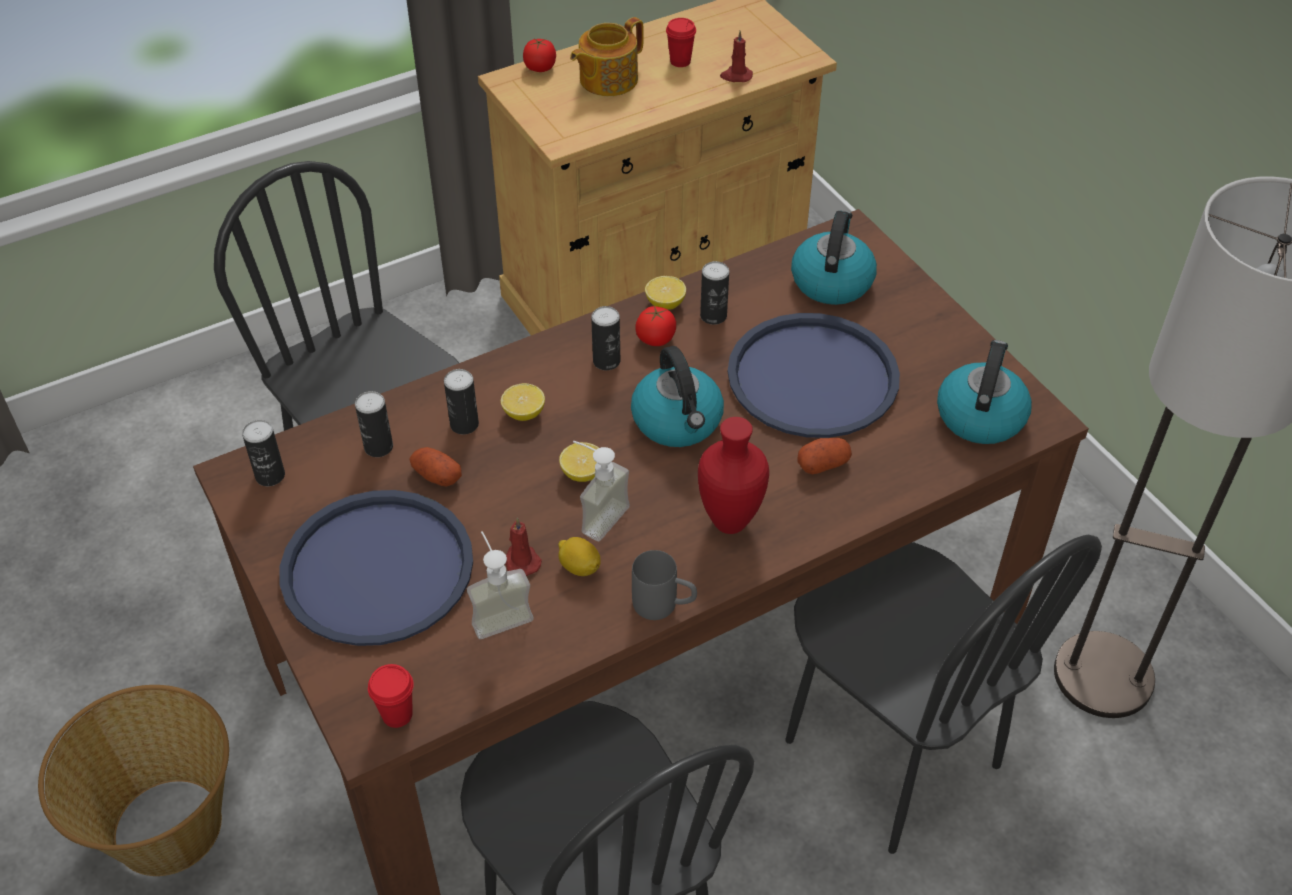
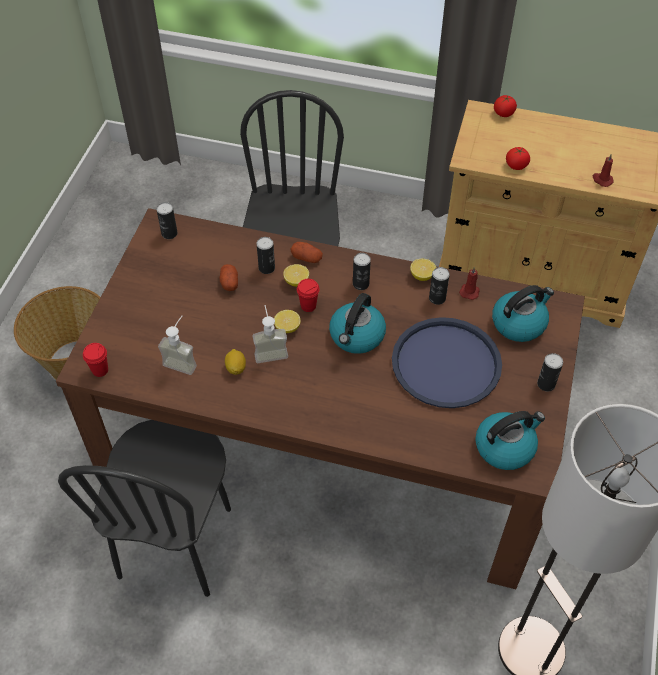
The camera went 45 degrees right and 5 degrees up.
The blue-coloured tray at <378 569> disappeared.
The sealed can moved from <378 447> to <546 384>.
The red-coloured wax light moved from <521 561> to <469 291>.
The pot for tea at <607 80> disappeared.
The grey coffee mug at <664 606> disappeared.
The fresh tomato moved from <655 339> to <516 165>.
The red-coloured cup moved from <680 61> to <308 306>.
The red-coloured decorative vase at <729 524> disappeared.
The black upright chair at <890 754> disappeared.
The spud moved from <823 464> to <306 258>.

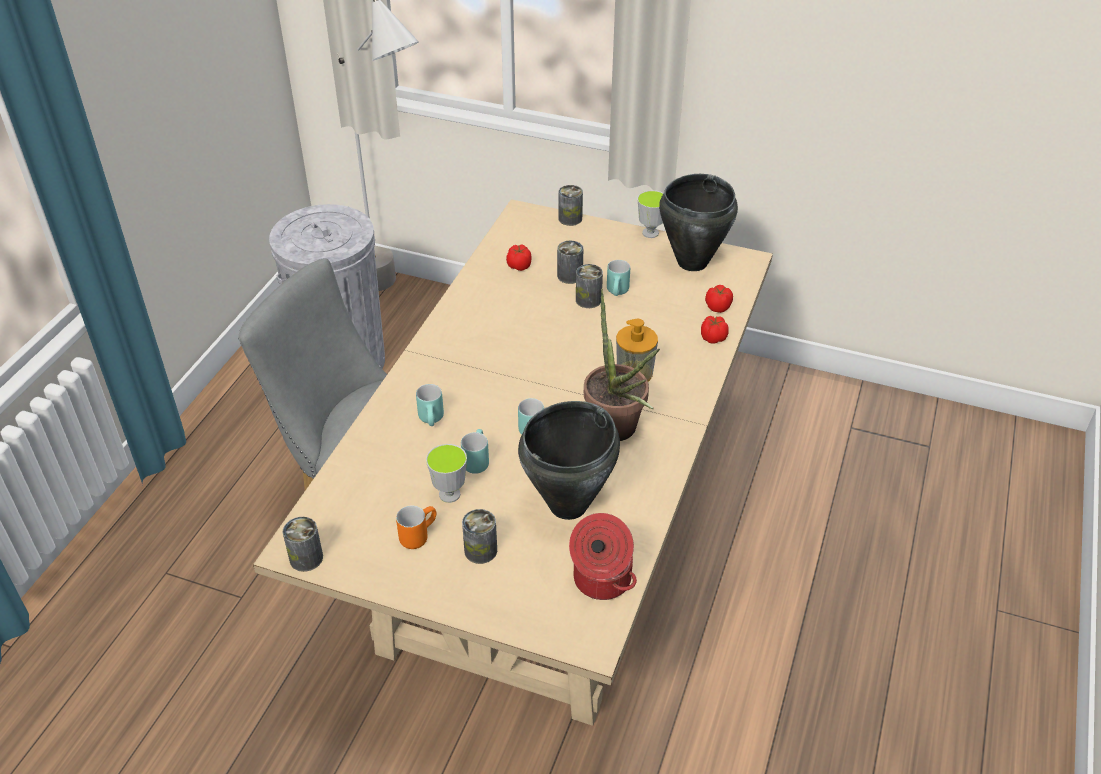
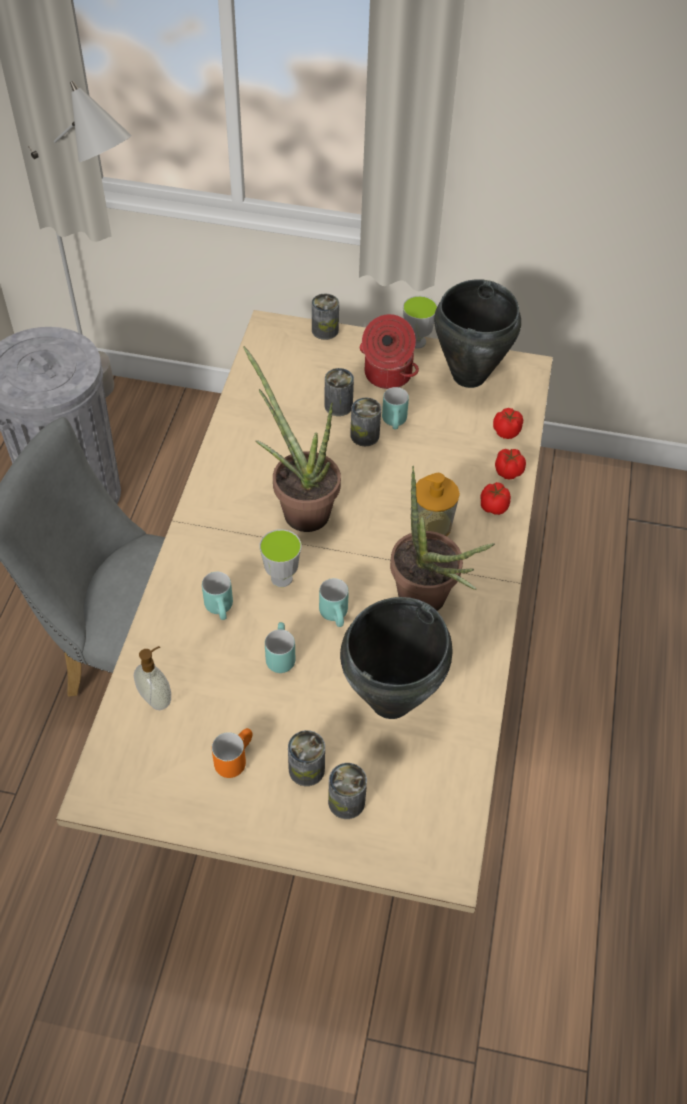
The camera went 10 degrees left and 10 degrees up.
The sealed can moved from <306 558> to <346 801>.
The cup moved from <449 494> to <281 578>.
The fresh tomato moved from <519 266> to <494 506>.
The cooking pot moved from <600 579> to <387 375>.
The soap dispenser at <156 698> appeared.
The potted plant at <299 508> appeared.

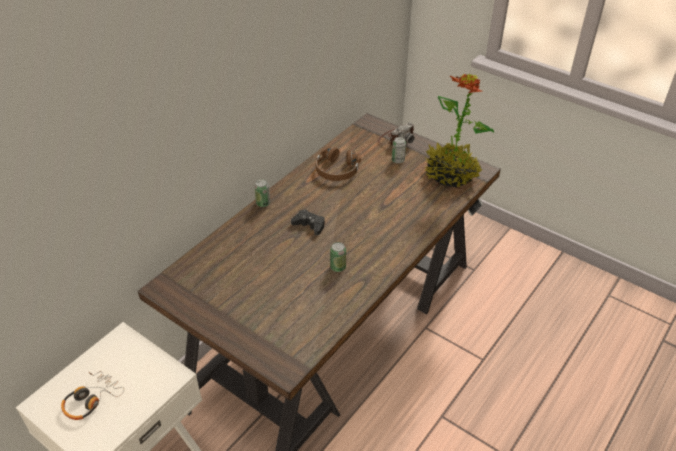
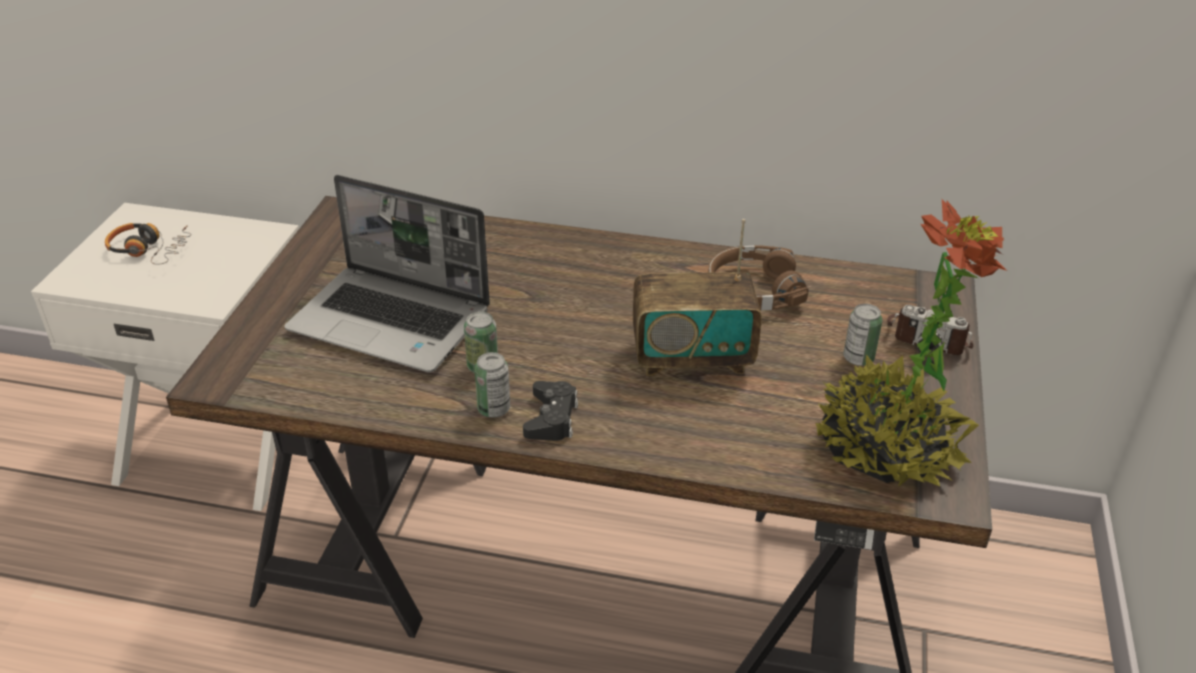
The camera went 65 degrees right and 5 degrees down.
The sealed can moved from <263 203> to <494 409>.
The black game controller moved from <309 225> to <551 418>.
The portable computer at <393 321> appeared.
The radio receiver at <692 357> appeared.

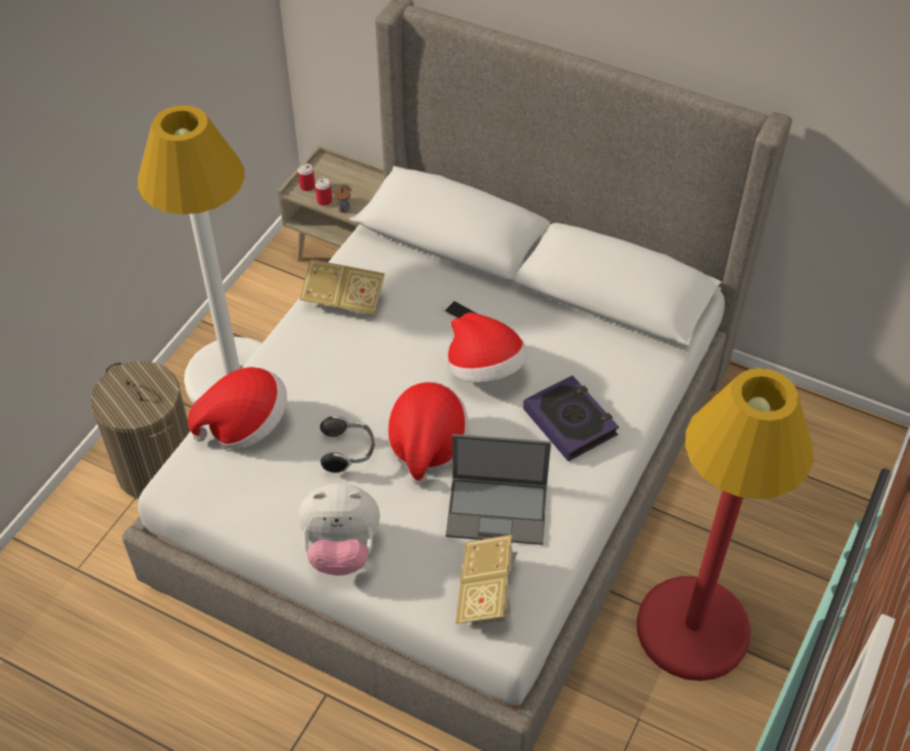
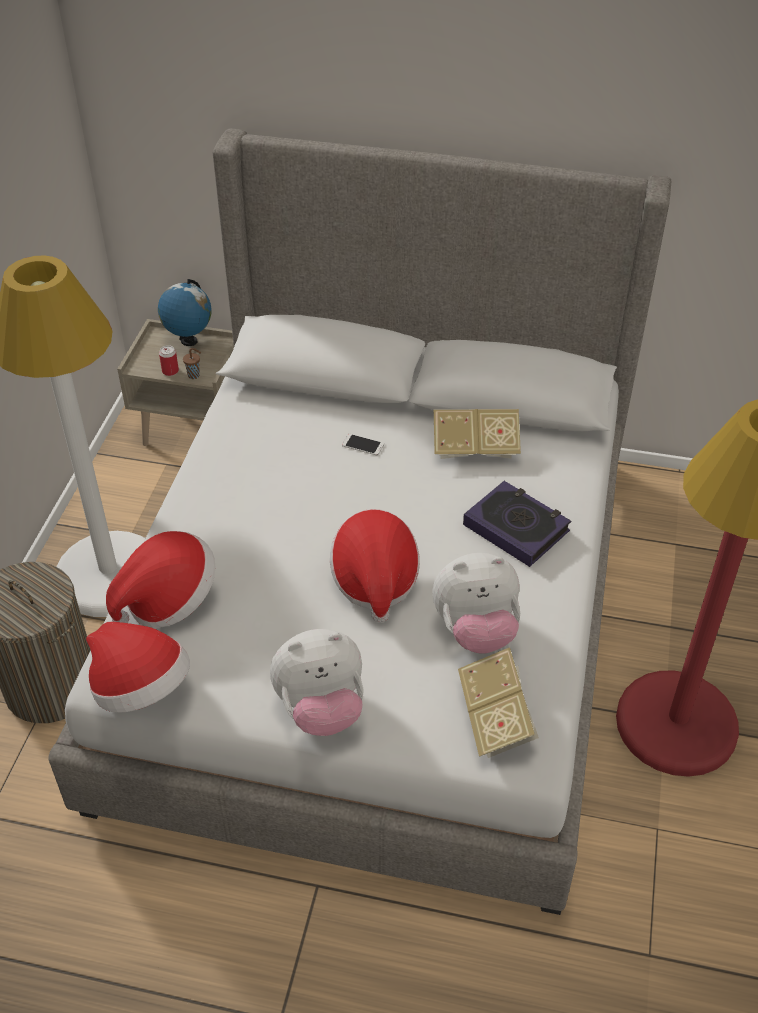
The camera went 15 degrees left and 5 degrees down.
The sealed can at <307 186> disappeared.
The volume moved from <344 300> to <475 448>.
The headset at <348 452> disappeared.
The portable computer at <498 510> was replaced by the cuddly toy at <476 630>.
The wearable hat moved from <485 370> to <141 689>.
The desk globe at <189 341> appeared.

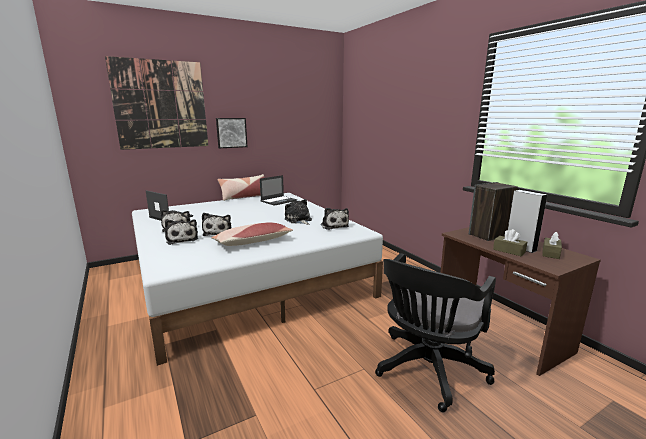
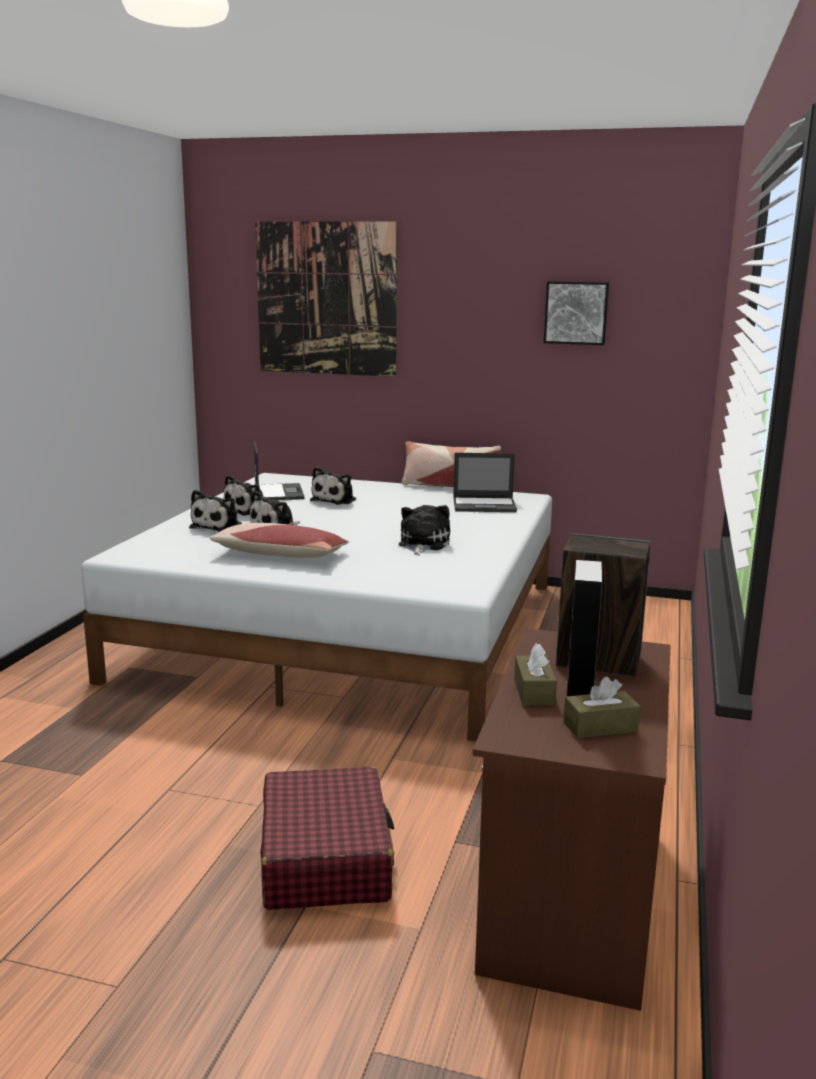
The camera went 45 degrees right and 0 degrees up.
The wall art moved from <231 132> to <576 313>.
The cuddly toy moved from <334 225> to <335 500>.
The black computer chair at <427 371> was replaced by the red-coloured suitcase at <325 857>.

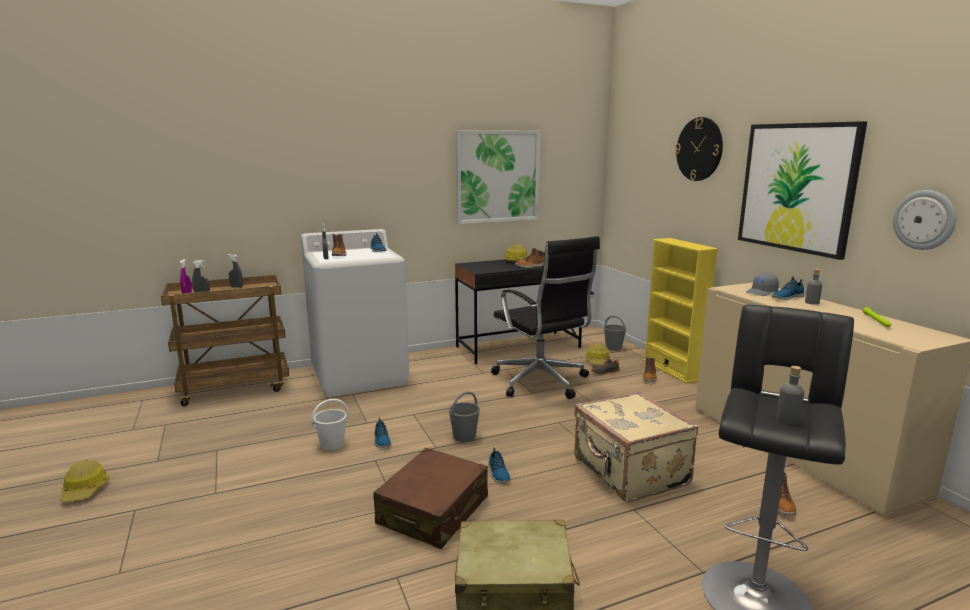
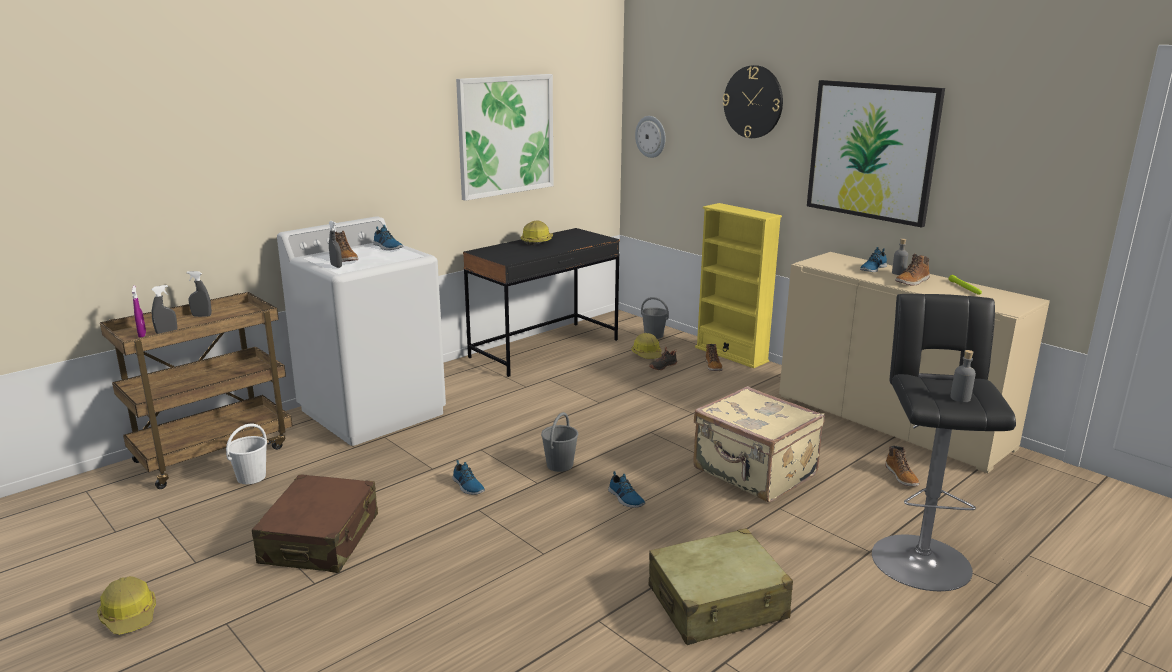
The camera went 20 degrees left and 5 degrees up.
The white bucket moved from <331 444> to <251 477>.
The brownish suitcase moved from <433 511> to <320 539>.
The black computer chair at <541 382> disappeared.
The high-top boot moved from <530 266> to <912 282>.
The grey baseball cap at <761 292> disappeared.
The wall clock moved from <924 220> to <651 136>.

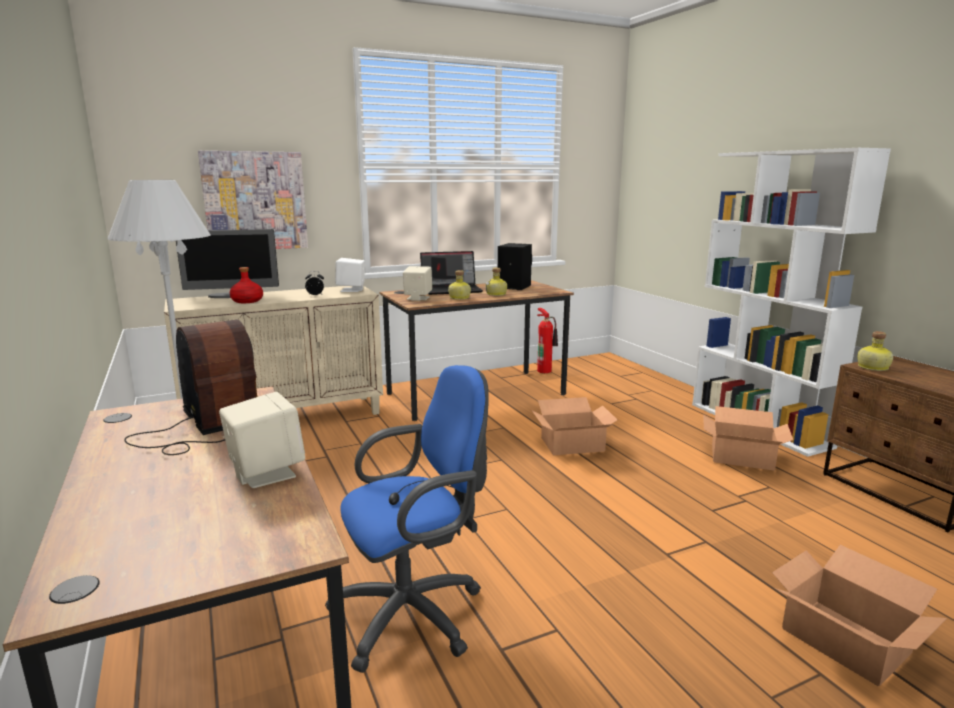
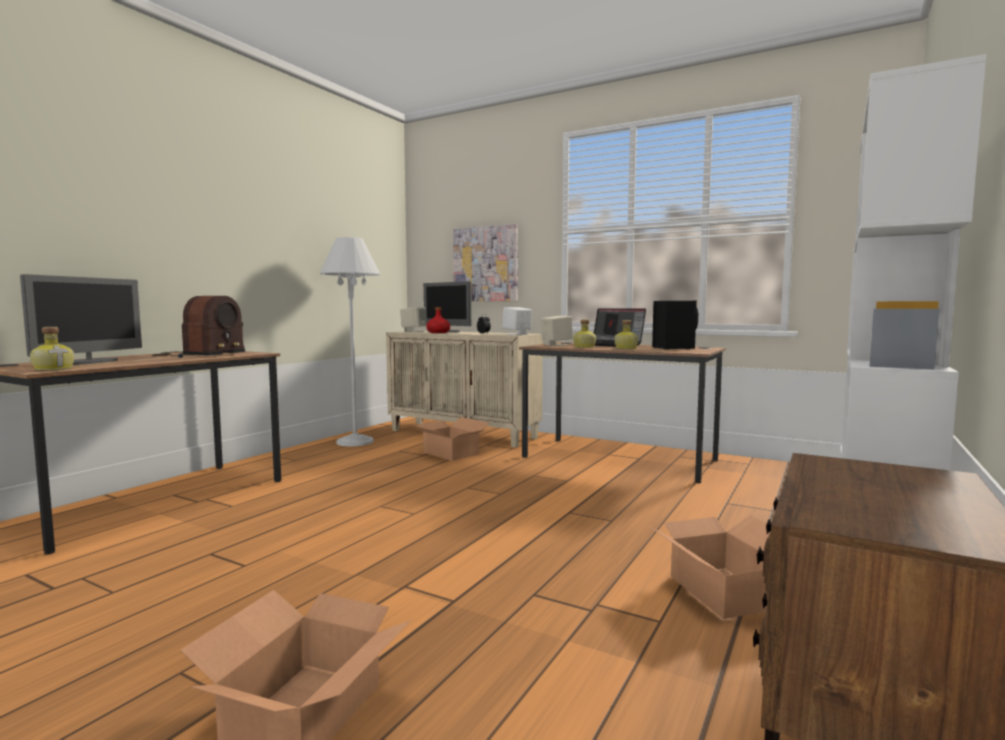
The camera went 55 degrees right and 10 degrees down.
The beige speaker moved from <265 473> to <413 331>.
The blue-coloured computer chair at <415 613> disappeared.
The cardboard box moved from <573 444> to <451 453>.
The extinguisher at <545 370> disappeared.
The beverage bottle moved from <871 367> to <54 369>.
The computer screen at <90 362> appeared.

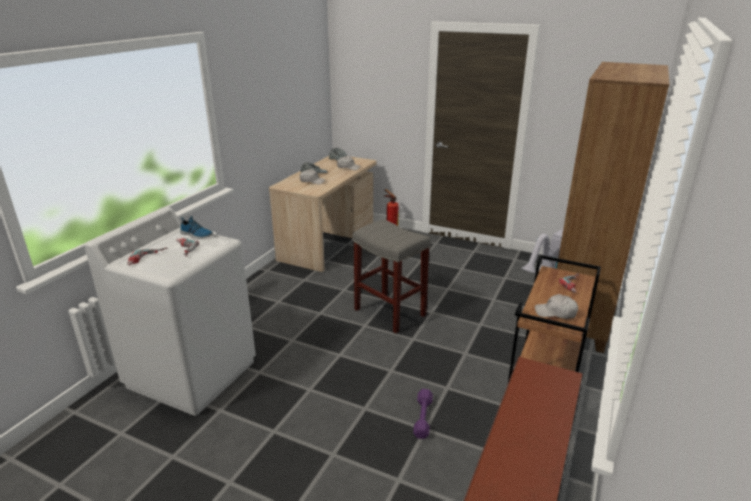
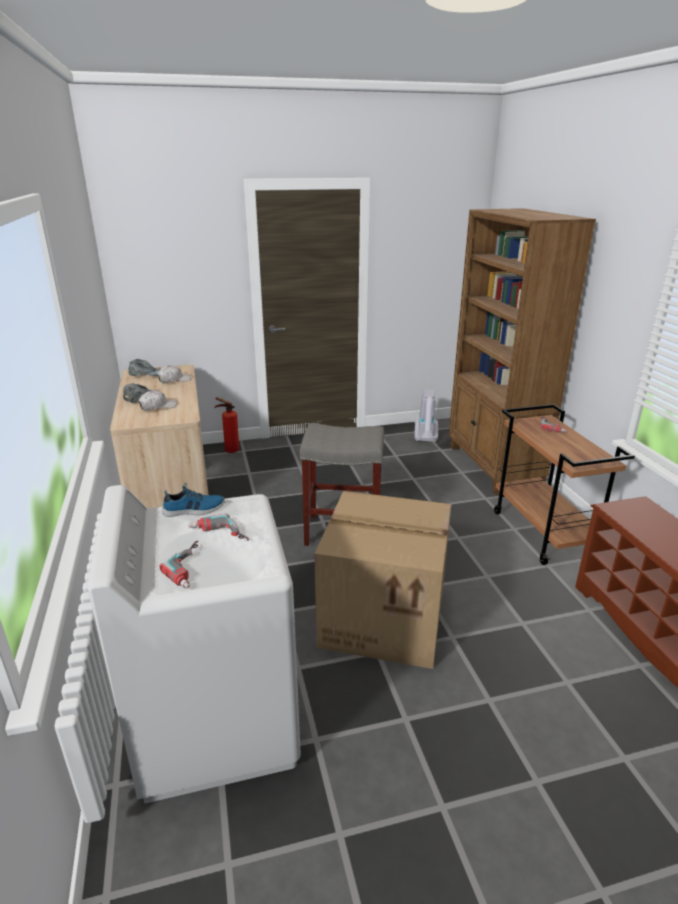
The camera went 40 degrees left and 0 degrees up.
The purple hand weight at <423 417> disappeared.
The white baseball cap at <555 313> disappeared.
The cardboard box at <385 616> appeared.

